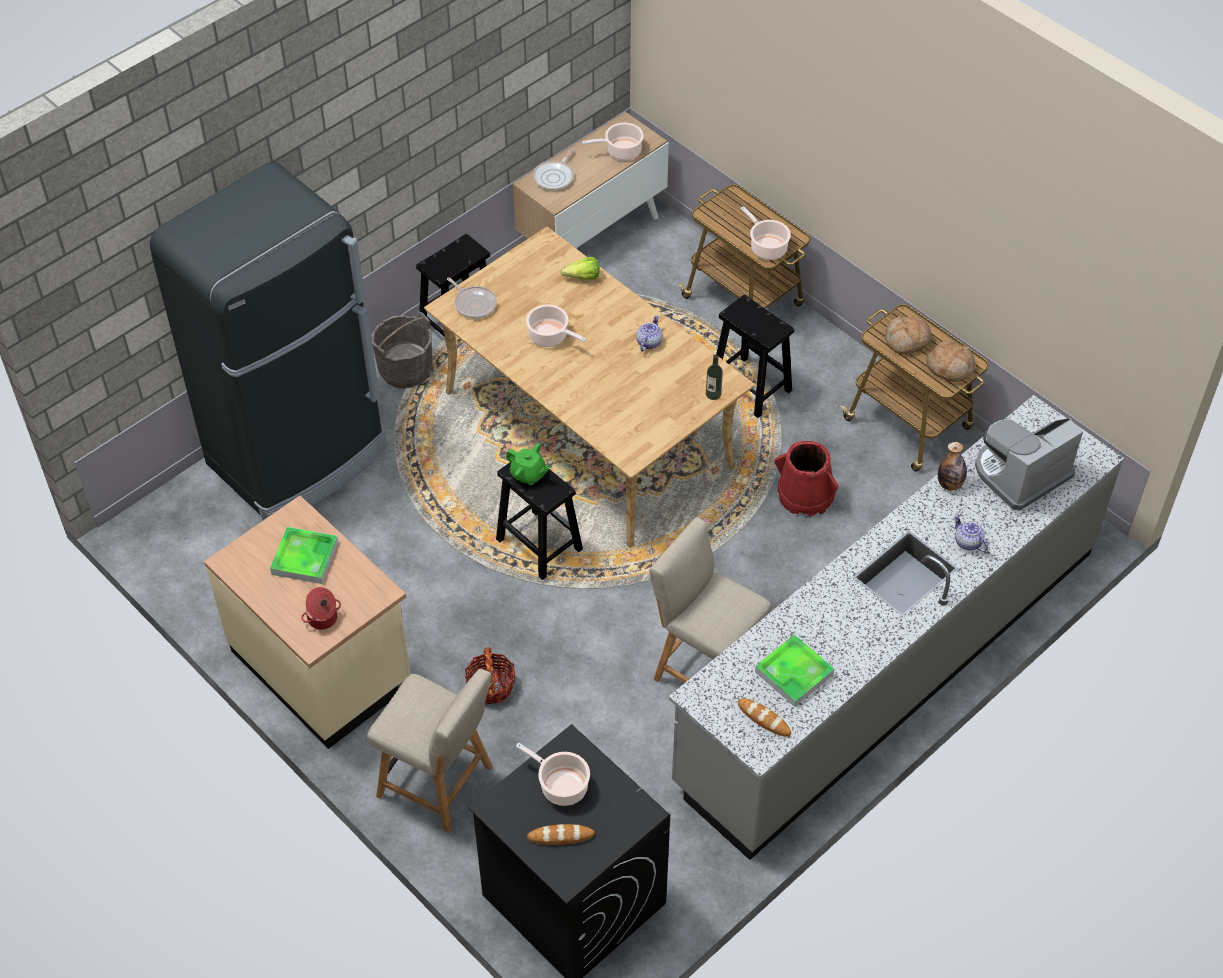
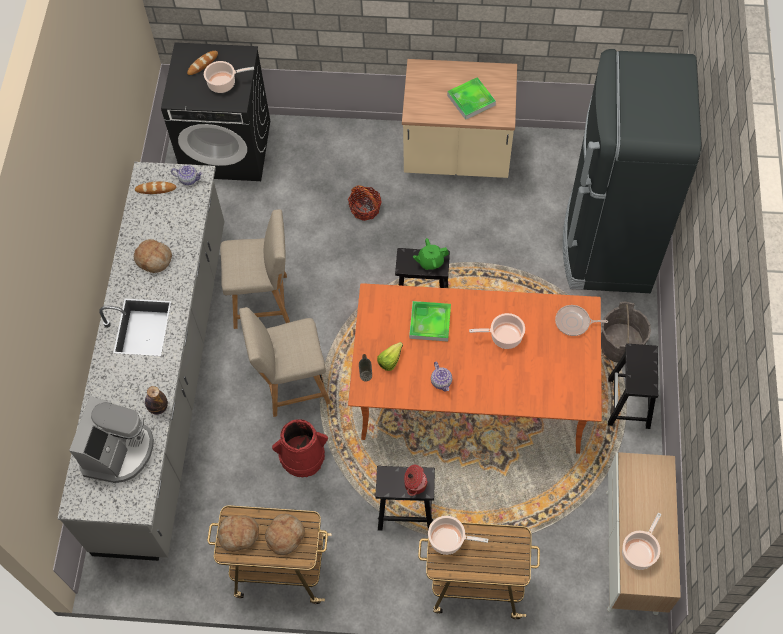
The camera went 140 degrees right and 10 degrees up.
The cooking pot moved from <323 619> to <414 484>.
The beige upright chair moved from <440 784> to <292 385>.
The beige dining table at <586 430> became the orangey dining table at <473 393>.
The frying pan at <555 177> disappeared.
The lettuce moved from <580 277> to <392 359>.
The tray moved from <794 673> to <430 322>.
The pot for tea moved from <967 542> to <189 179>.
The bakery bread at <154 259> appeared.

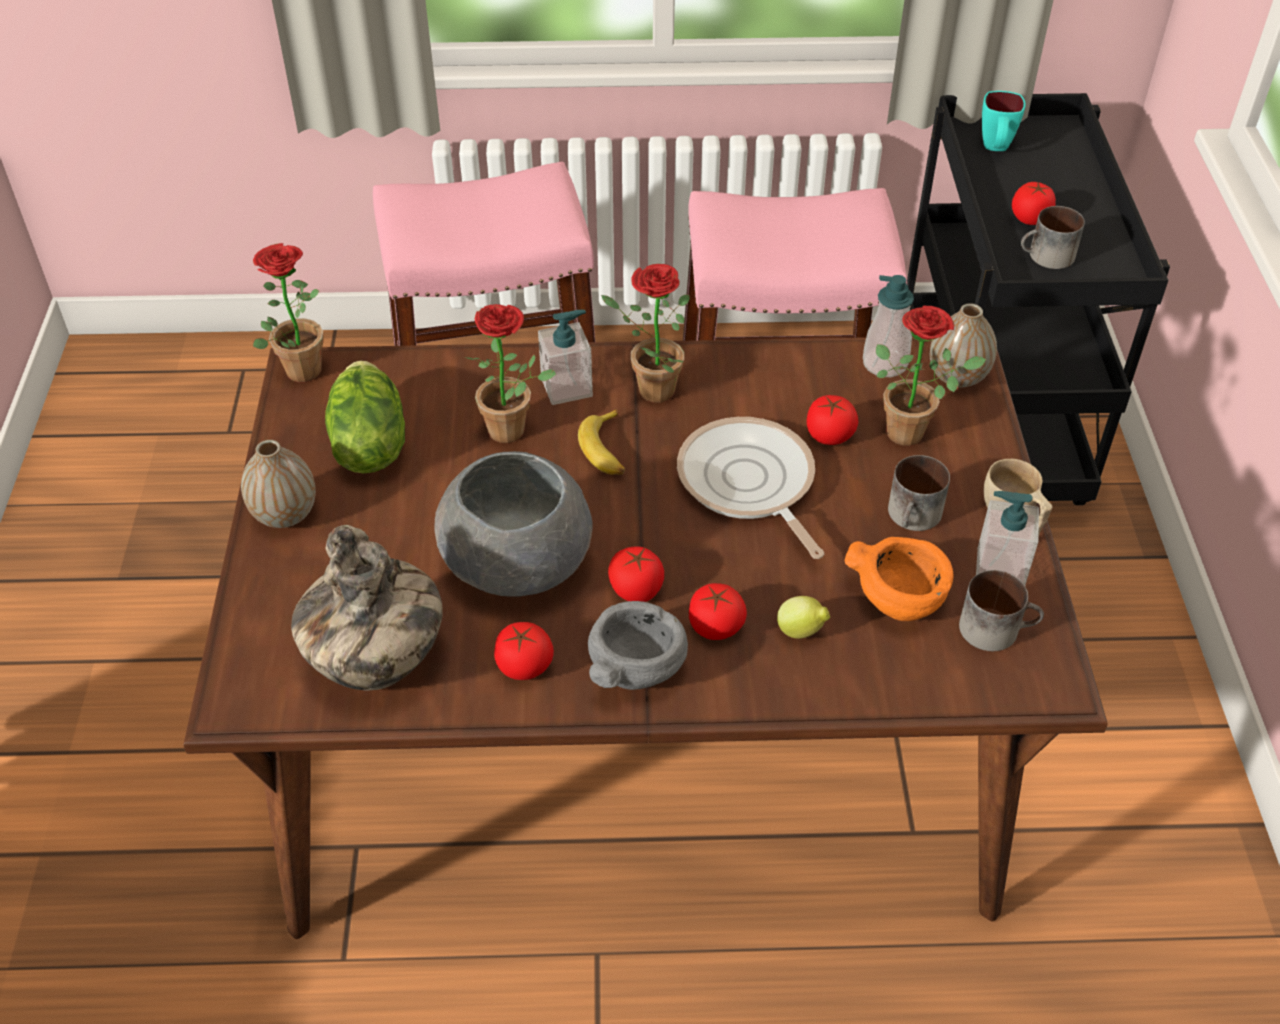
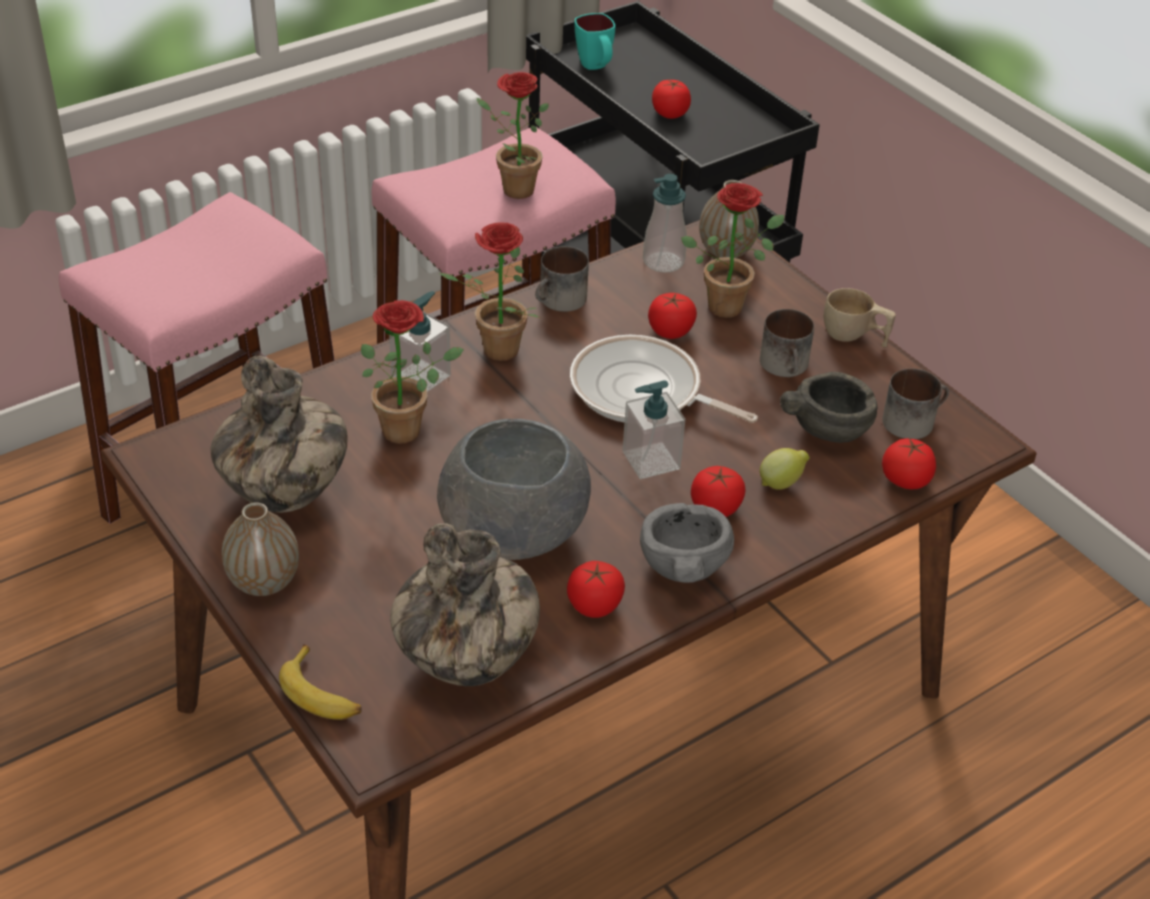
The camera went 35 degrees left and 5 degrees down.
The potted plant moved from <299 366> to <511 189>.
The lettuce at <368 444> was replaced by the decorative vase at <285 492>.
The banana fruit moved from <607 450> to <322 694>.
The fresh tomato moved from <636 589> to <905 480>.
The orangey serving bowl at <900 598> became the grey serving bowl at <829 428>.
The soap dispenser moved from <999 568> to <650 460>.
The coffee mug moved from <1046 257> to <560 301>.

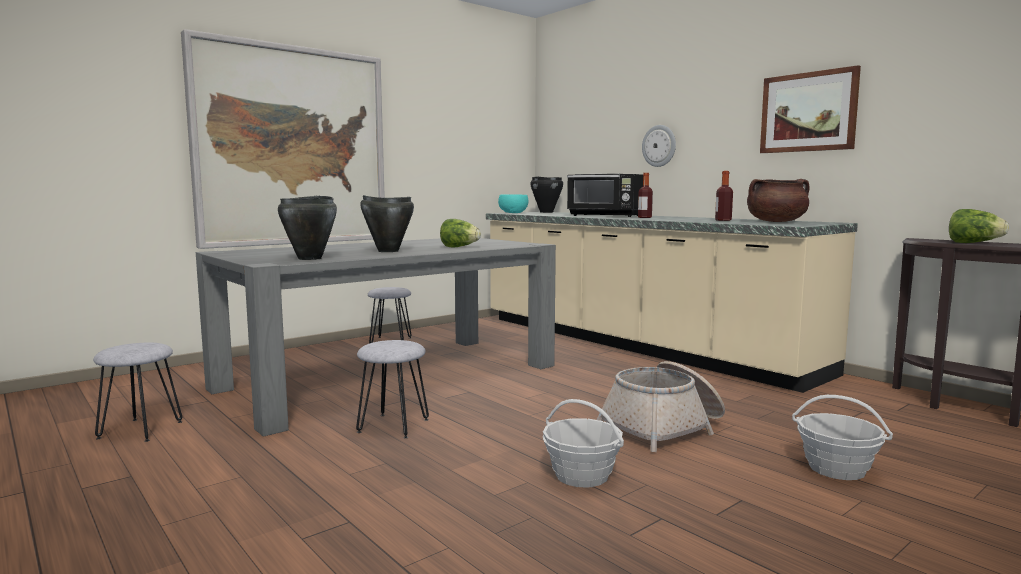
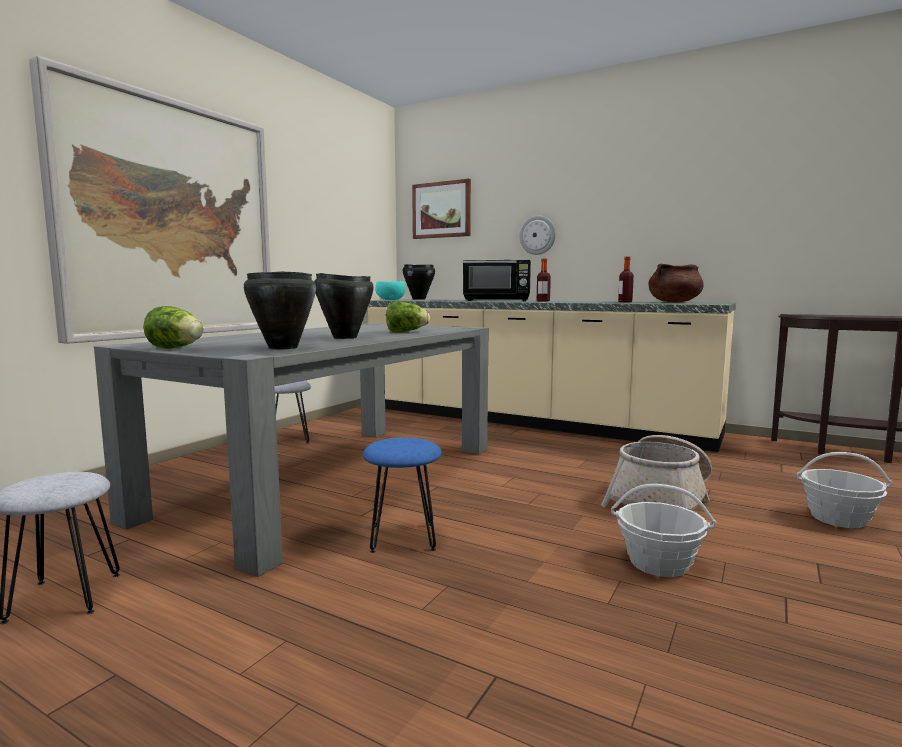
The camera went 20 degrees left and 0 degrees up.
The grey stool seat at <393 426> became the blue-coloured stool seat at <403 537>.
The wall art moved from <808 112> to <441 210>.
The lettuce moved from <973 243> to <176 348>.

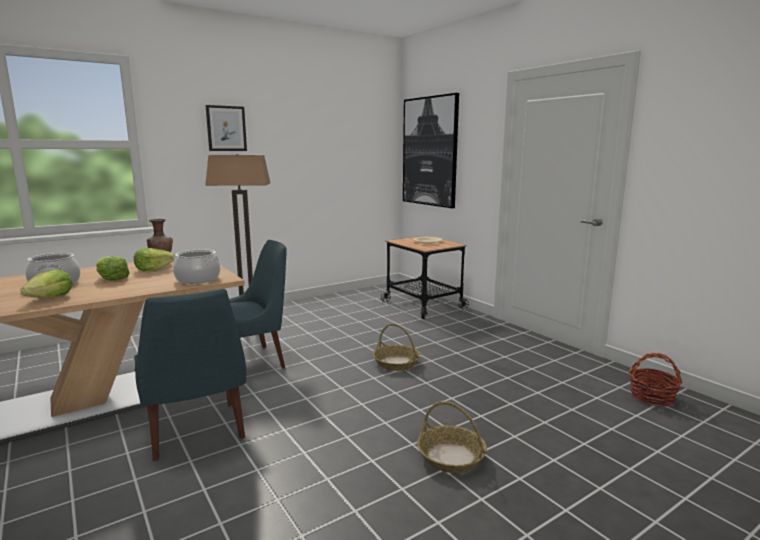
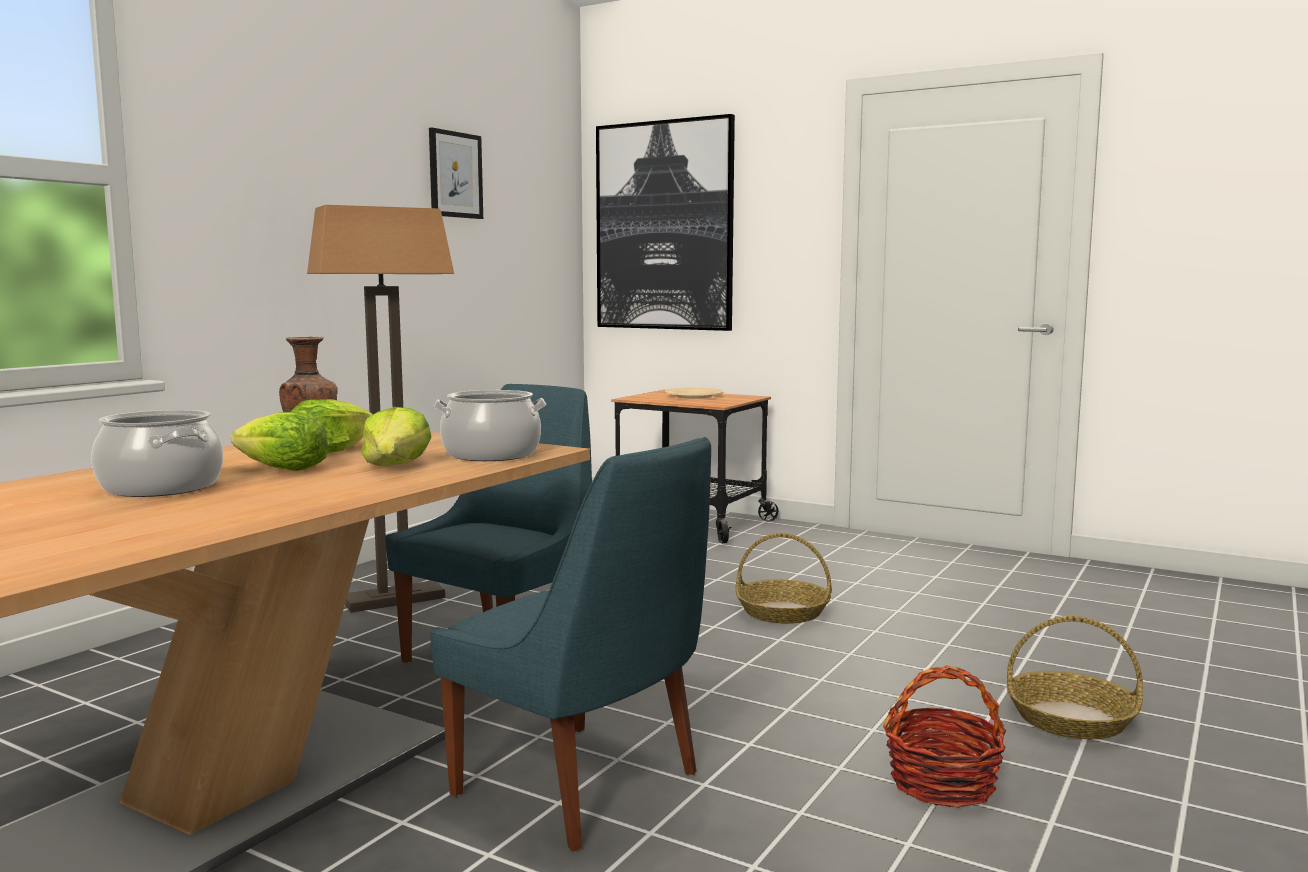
The camera went 25 degrees left and 5 degrees down.
The lettuce moved from <51 298> to <396 466>.
The wall art moved from <226 128> to <455 175>.
The storage basket moved from <652 397> to <942 783>.

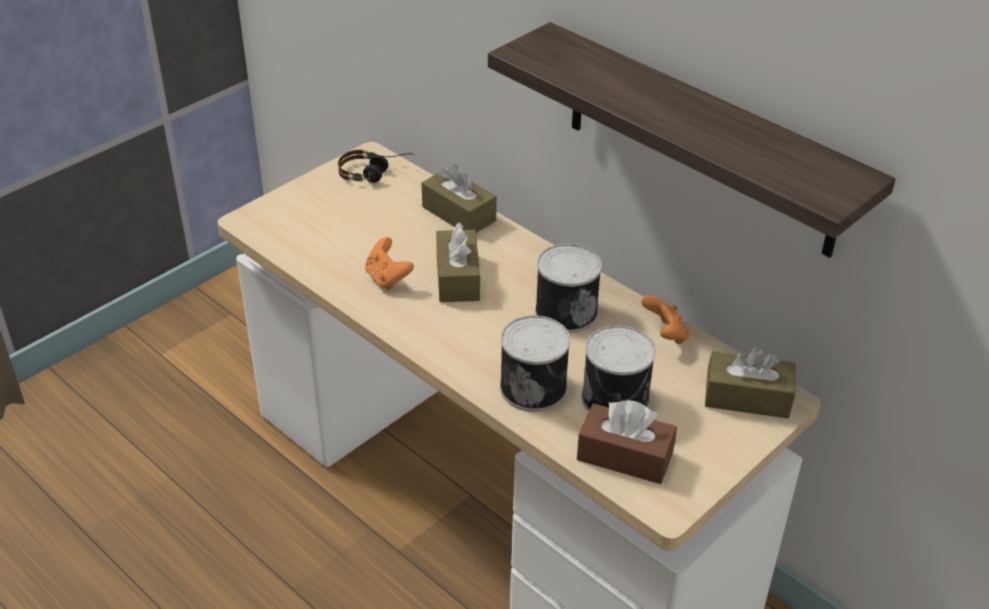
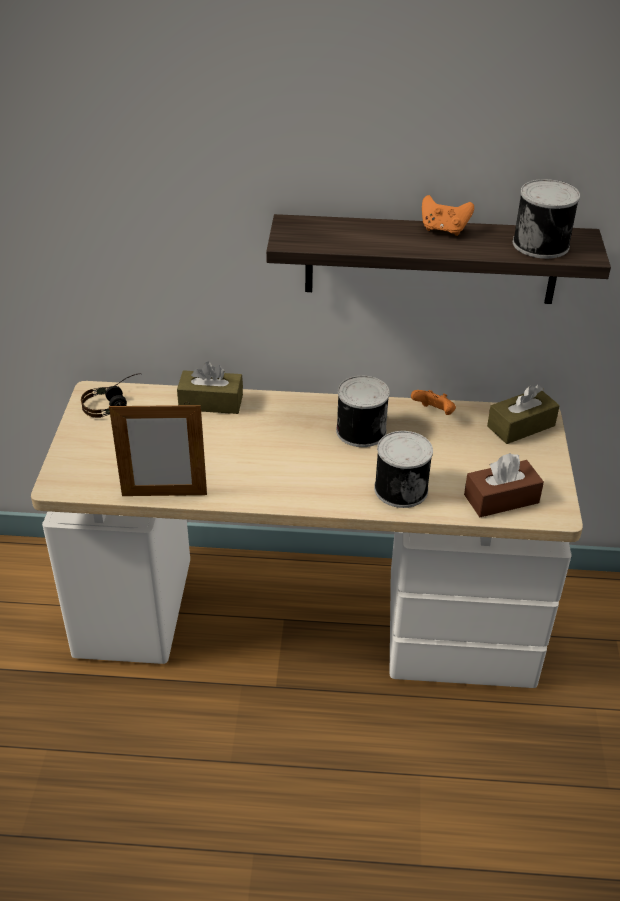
The camera went 40 degrees left and 0 degrees up.
The orangey game controller moved from <387 278> to <443 230>.
The brownish tissue box at <457 278> disappeared.
The sealed can moved from <617 398> to <542 244>.
The photo frame at <164 495> appeared.

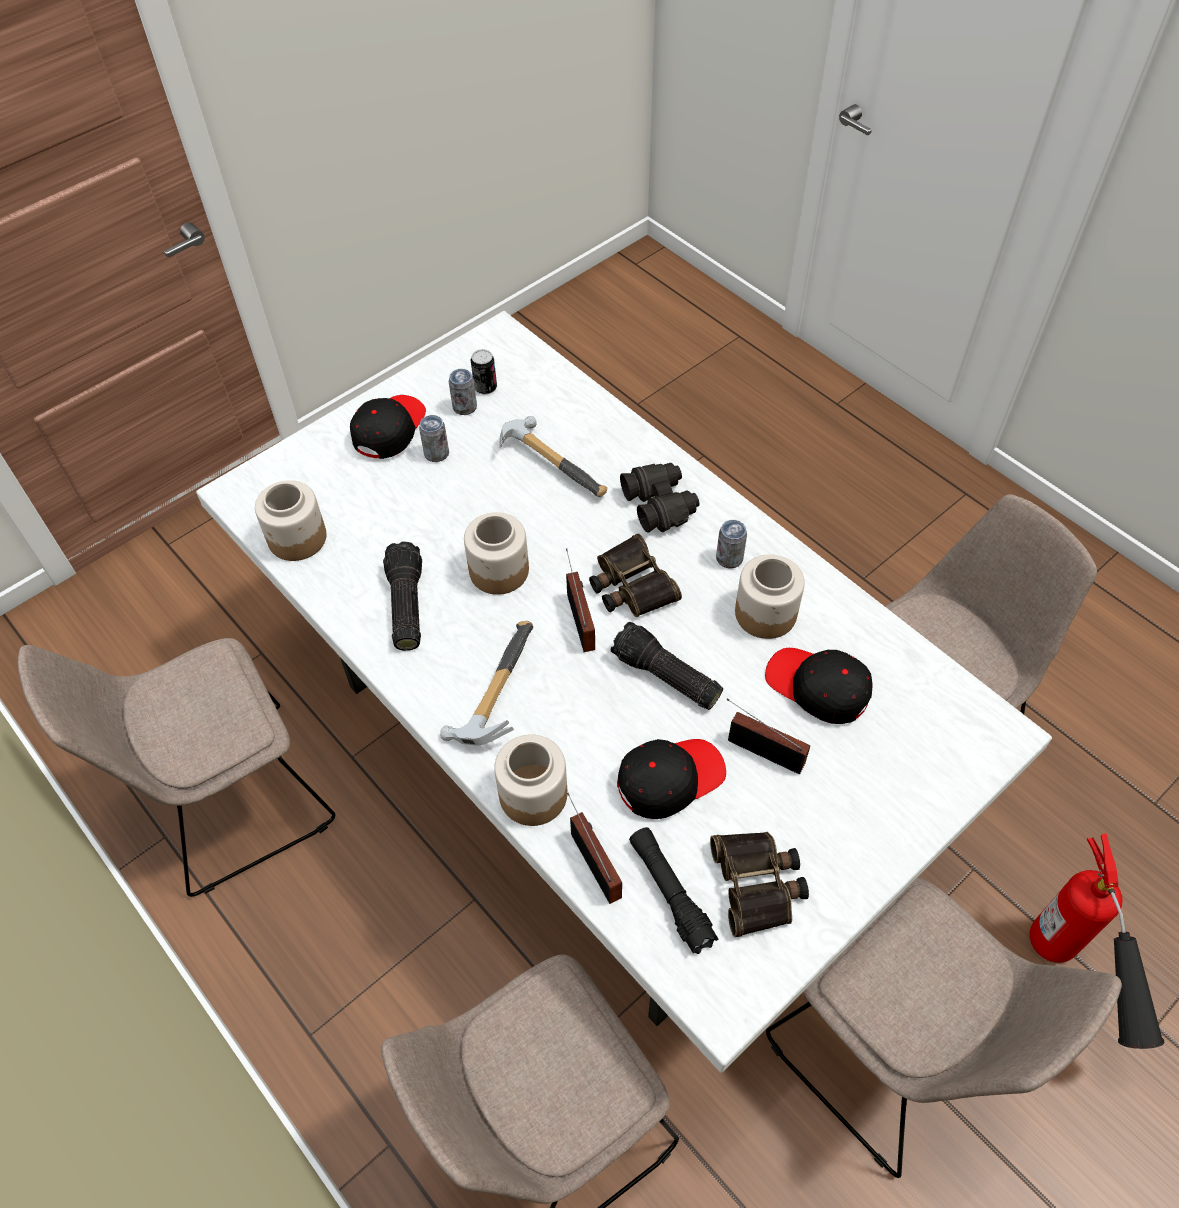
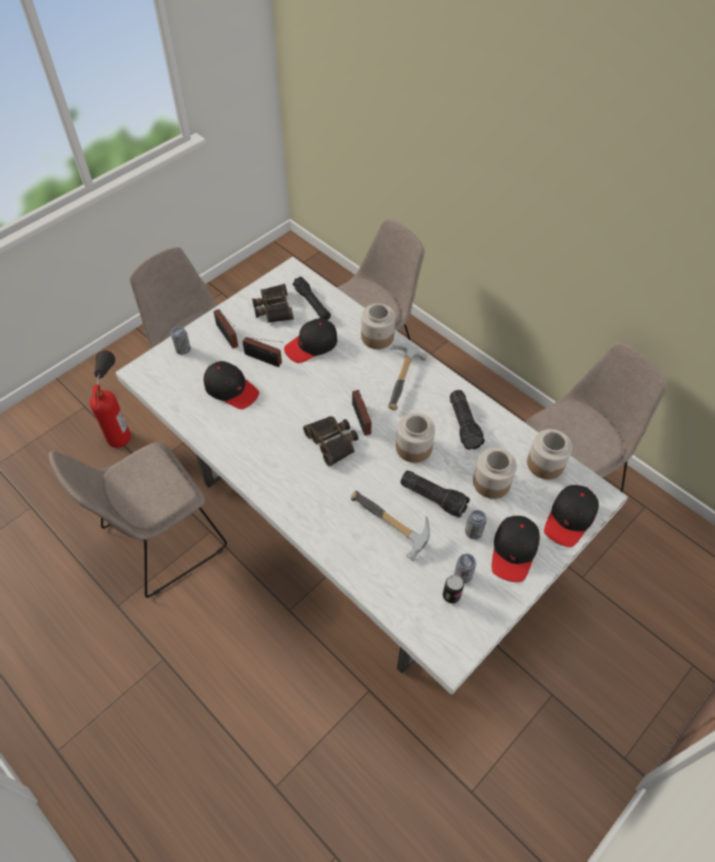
The camera went 175 degrees right and 0 degrees up.
The radio receiver moved from <594 861> to <227 337>.
The flashlight moved from <664 677> to <434 497>.
The black pair of binoculars at <660 504> disappeared.
The sealed can moved from <729 558> to <183 349>.
The storage jar moved from <766 613> to <491 483>.
The black baseball cap at <569 519> appeared.

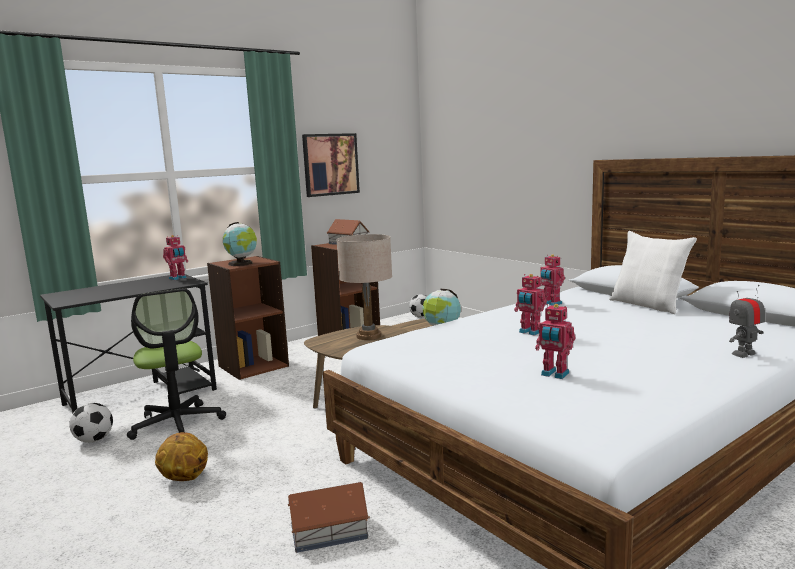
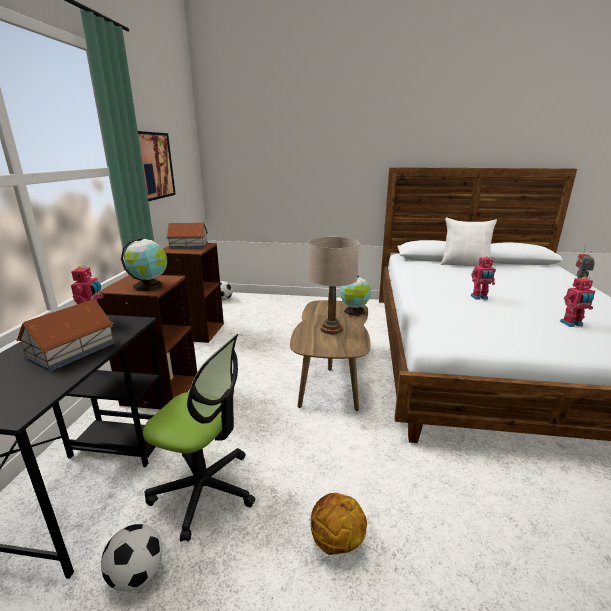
The camera went 45 degrees left and 10 degrees up.
The toy house moved from <328 531> to <70 351>.
The robot figure at <551 304> disappeared.

